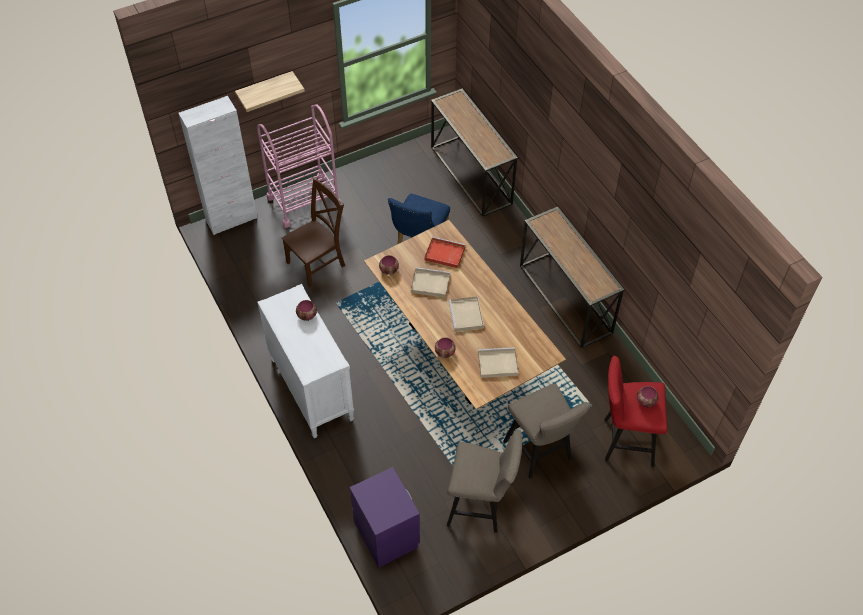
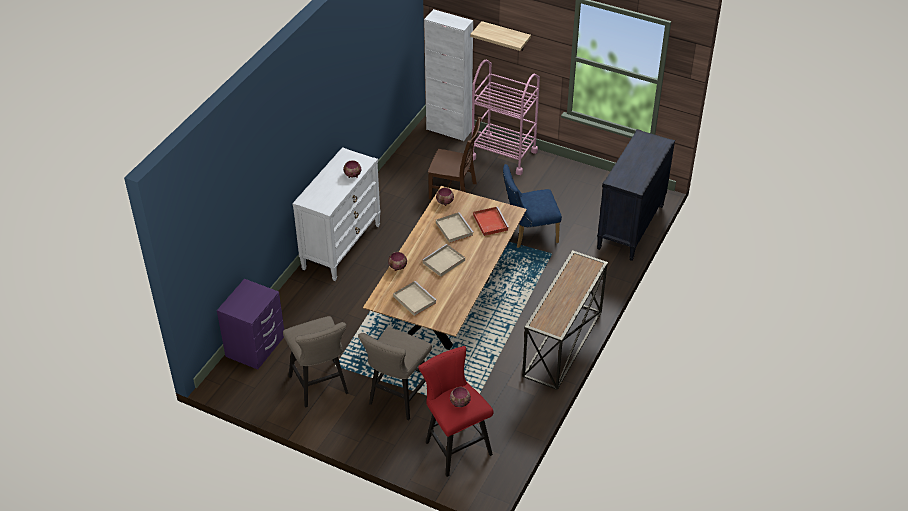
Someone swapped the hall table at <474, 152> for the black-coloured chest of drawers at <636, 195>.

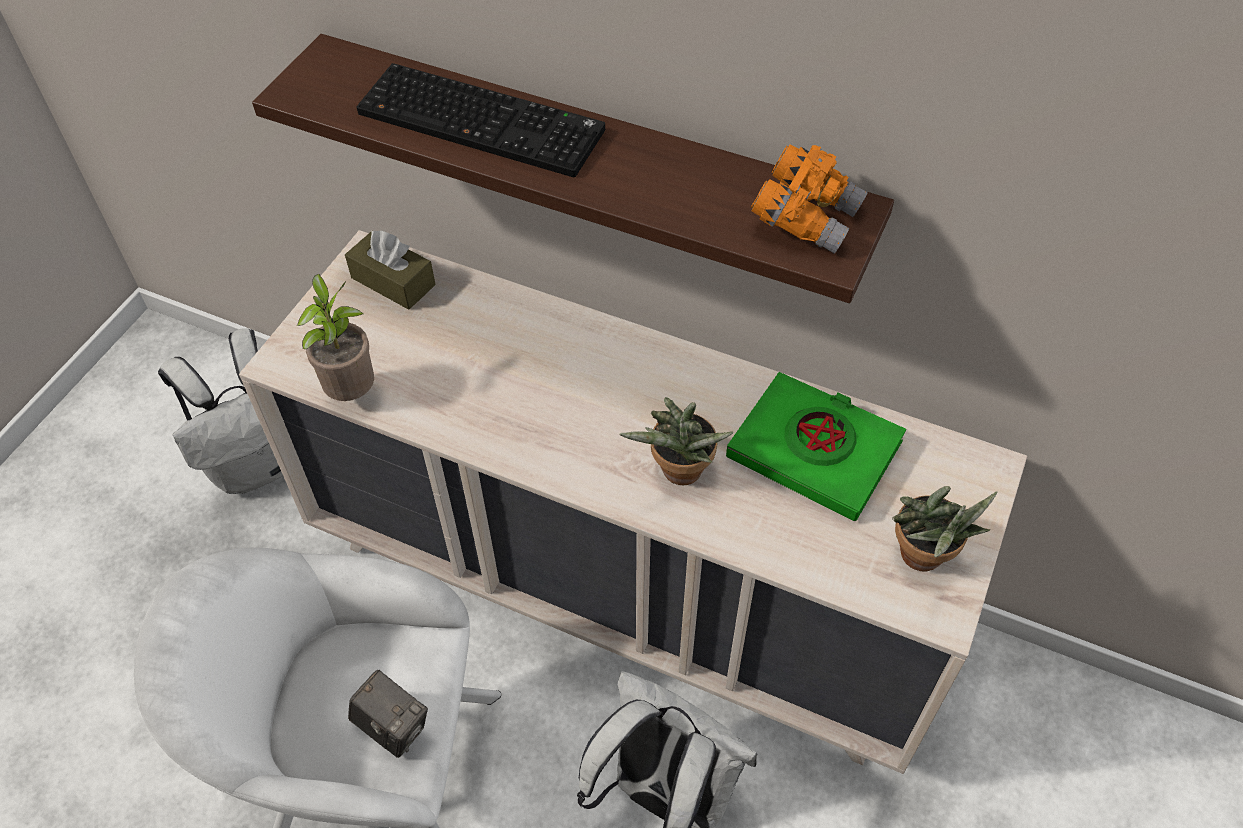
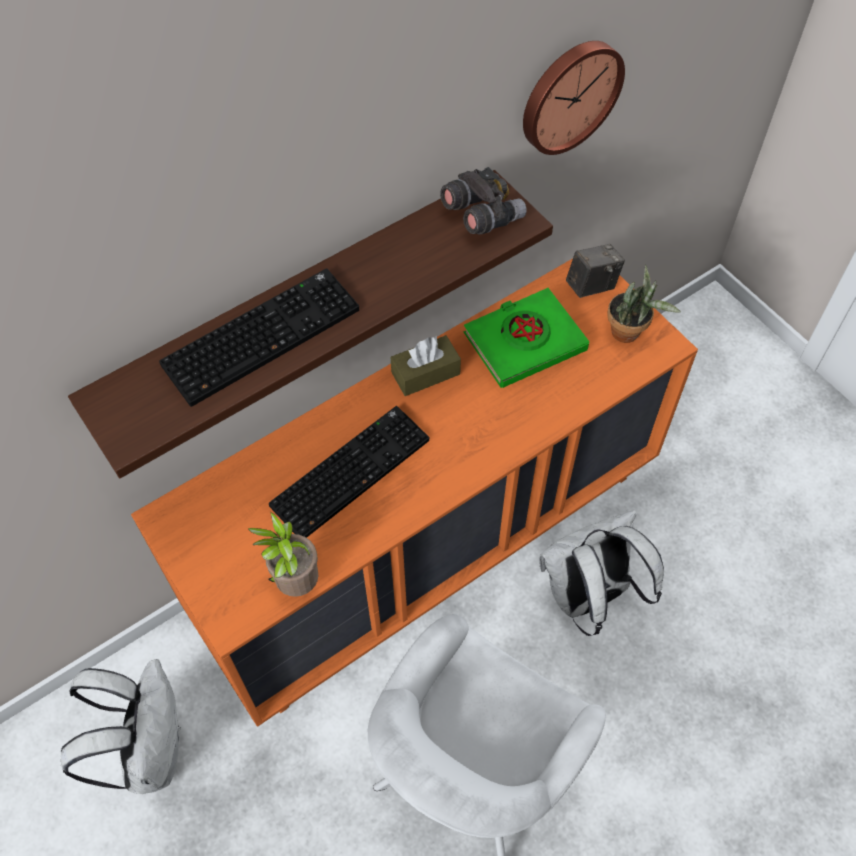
Someone repainted the beige chest of drawers at <633, 502>, which became the orange chest of drawers at <414, 492>. Someone put down the PC keyboard at <349, 472>. Someone carried the brownish tissue box from <390, 270> to <425, 365>. Someone repainted the orange pair of binoculars at <809, 199>, which became the greyish pair of binoculars at <483, 201>. Someone put up the hanging clock at <574, 98>. Someone carried the still camera from <388, 714> to <595, 271>. Someone took away the plant in a pot at <676, 441>.

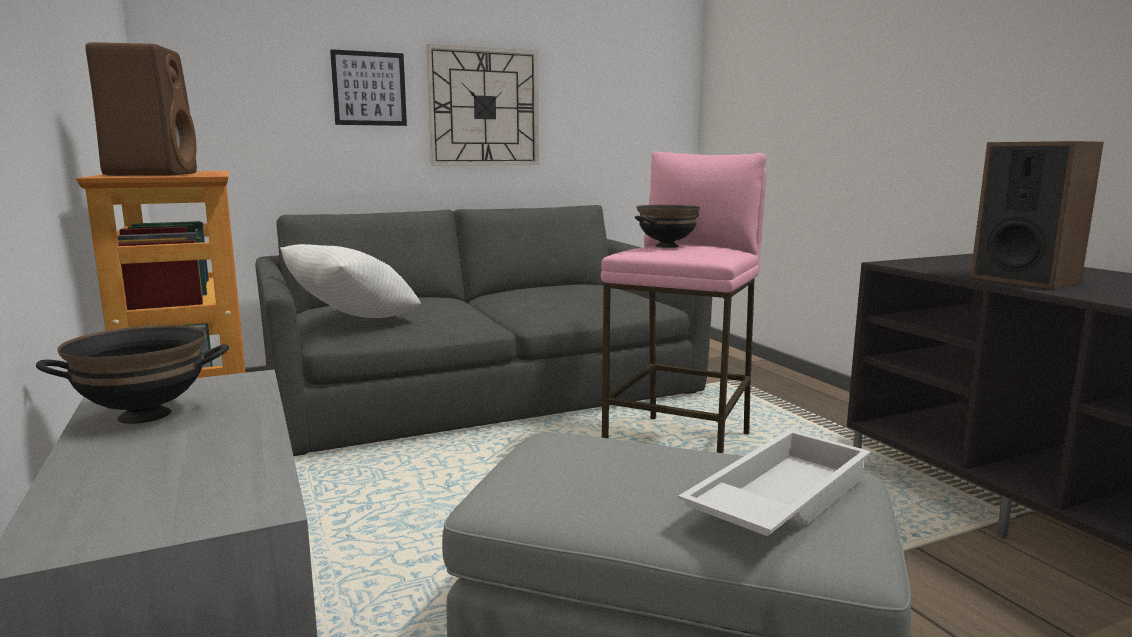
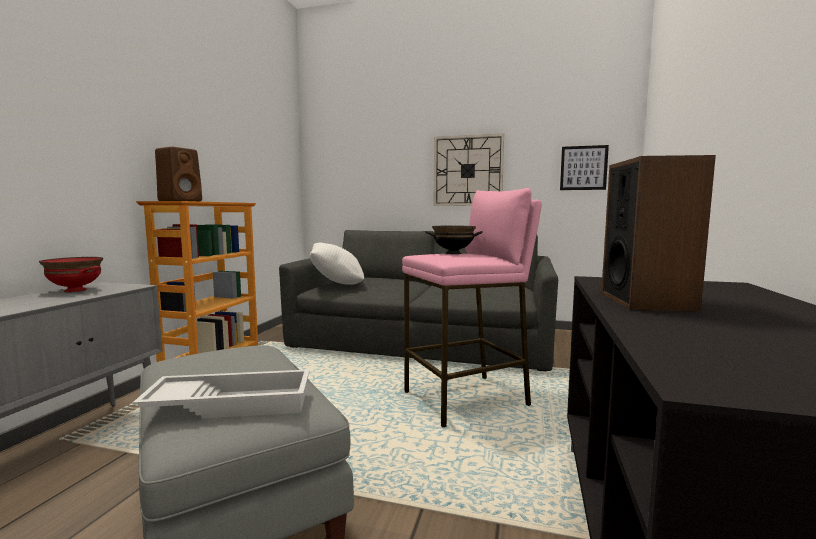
Someone repainted the black-coloured serving bowl at <132, 374>, which became the red-coloured serving bowl at <71, 274>. Someone carried the picture from <368, 87> to <584, 167>.

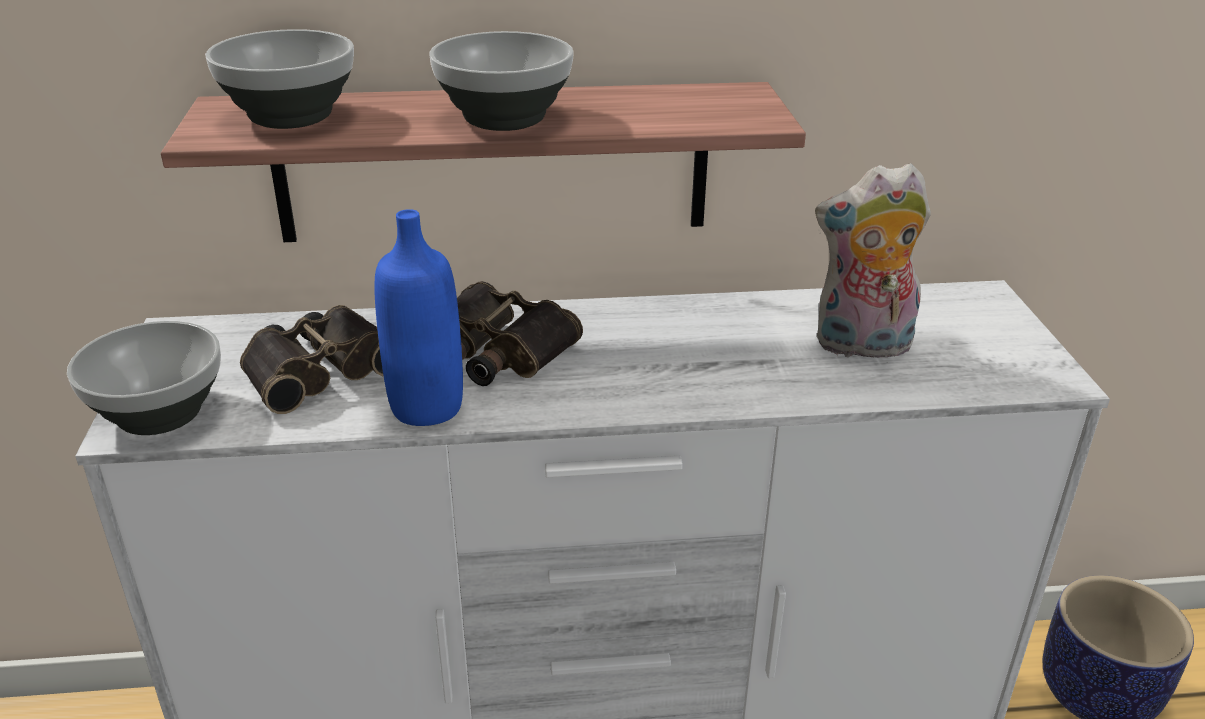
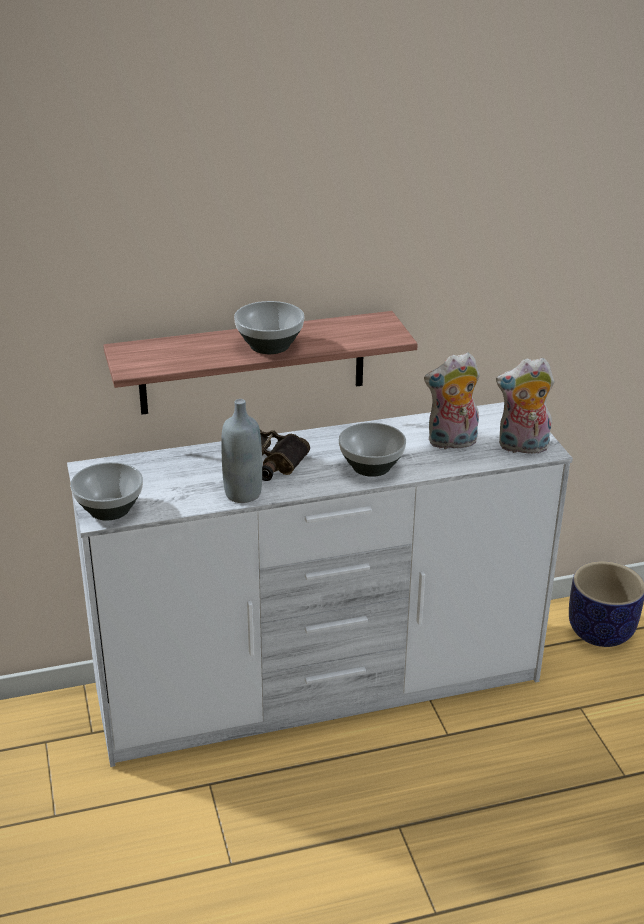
Someone repainted the bluish drink bottle at <418, 317>, which became the greyish drink bottle at <241, 451>. Someone carried the serving bowl from <279, 79> to <372, 449>. Someone put down the cuddly toy at <525, 406>. Someone took away the pair of binoculars at <311, 359>.

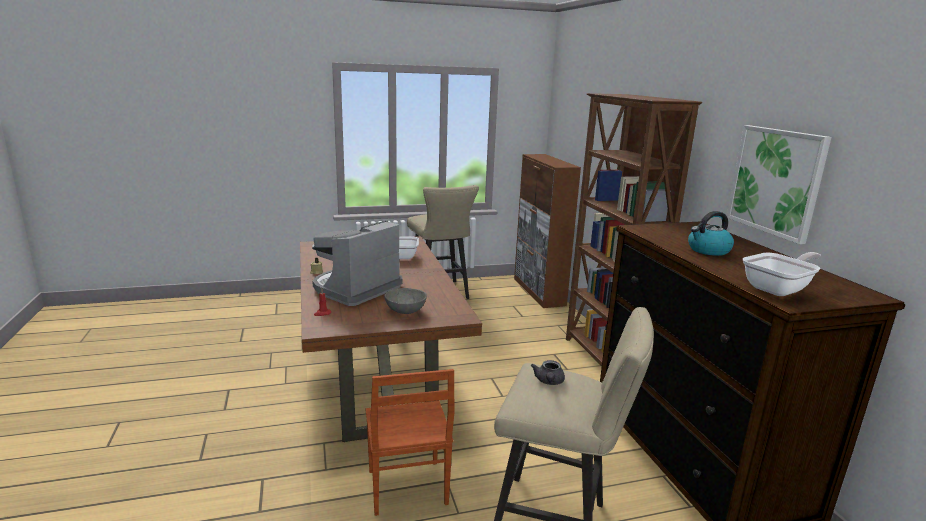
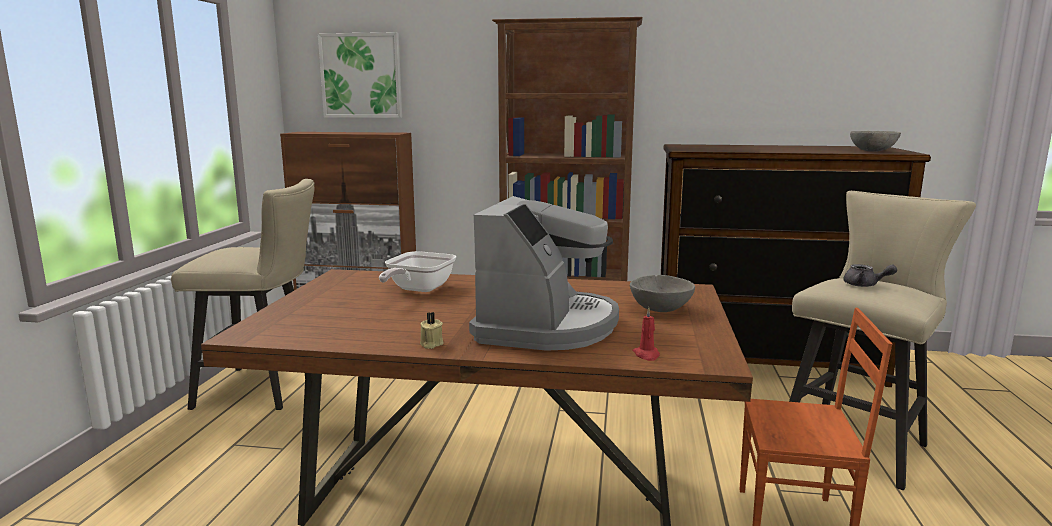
Someone carried the picture from <779, 184> to <360, 75>. Someone rotated the coffee maker at <357, 263> by 135 degrees counterclockwise. Someone swapped the frying pan at <782, 274> for the greyish serving bowl at <875, 141>. Someone took away the kettle at <711, 233>.

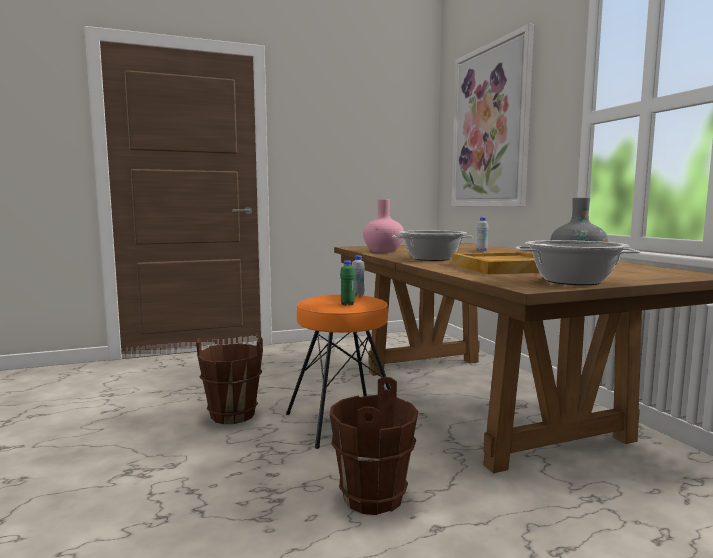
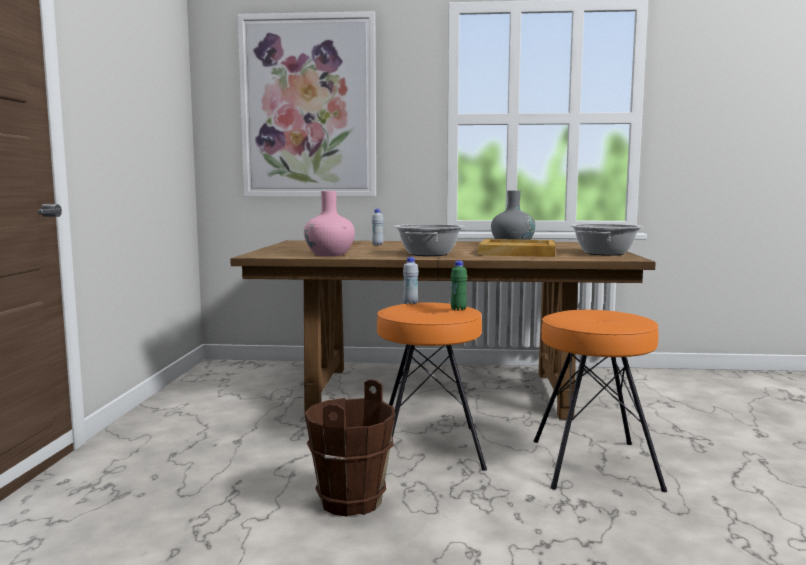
Someone swapped the brownish bucket at <374, 446> for the orange sitting stool at <600, 400>.

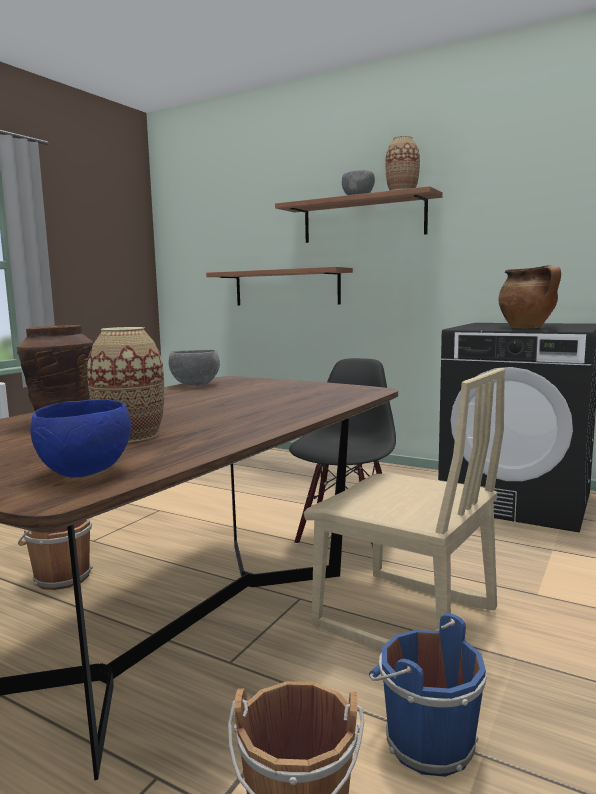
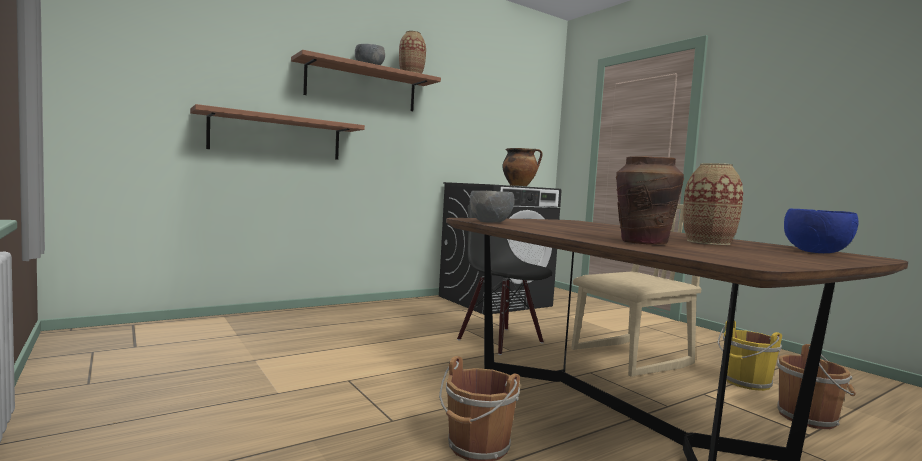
Someone repainted the bluish bucket at <428, 695>, which became the yellowish bucket at <750, 355>.

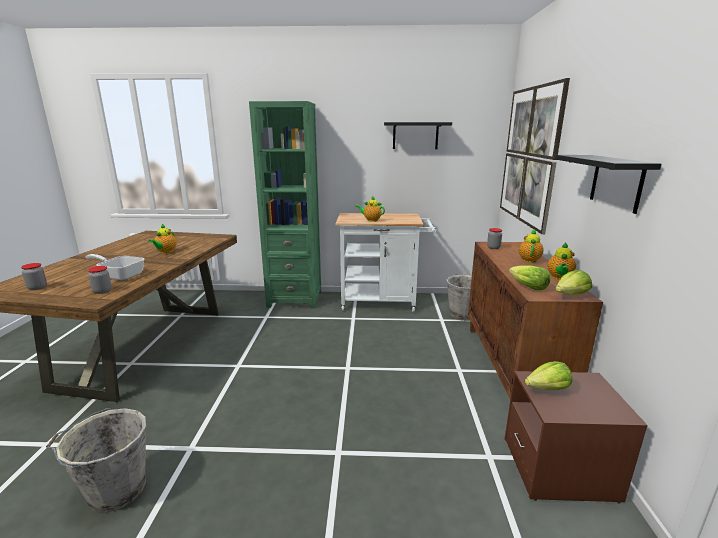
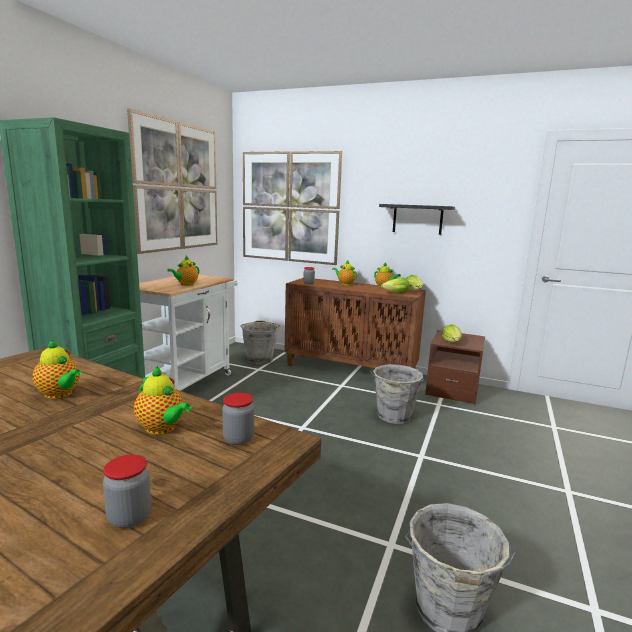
Someone swapped the black-coloured wall shelf at <418, 135> for the picture at <172, 181>. Someone swapped the frying pan at <114, 267> for the pot for tea at <162, 400>. Someone put down the greyish bucket at <397, 394>.

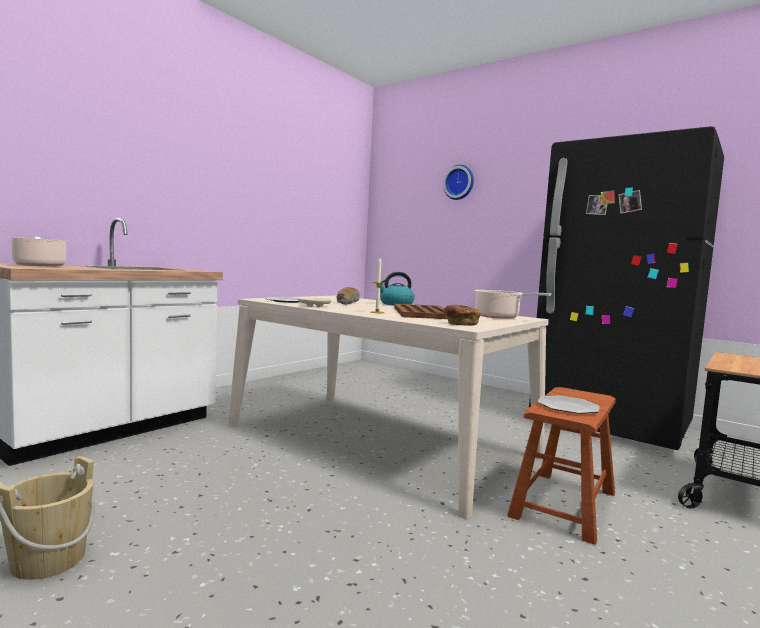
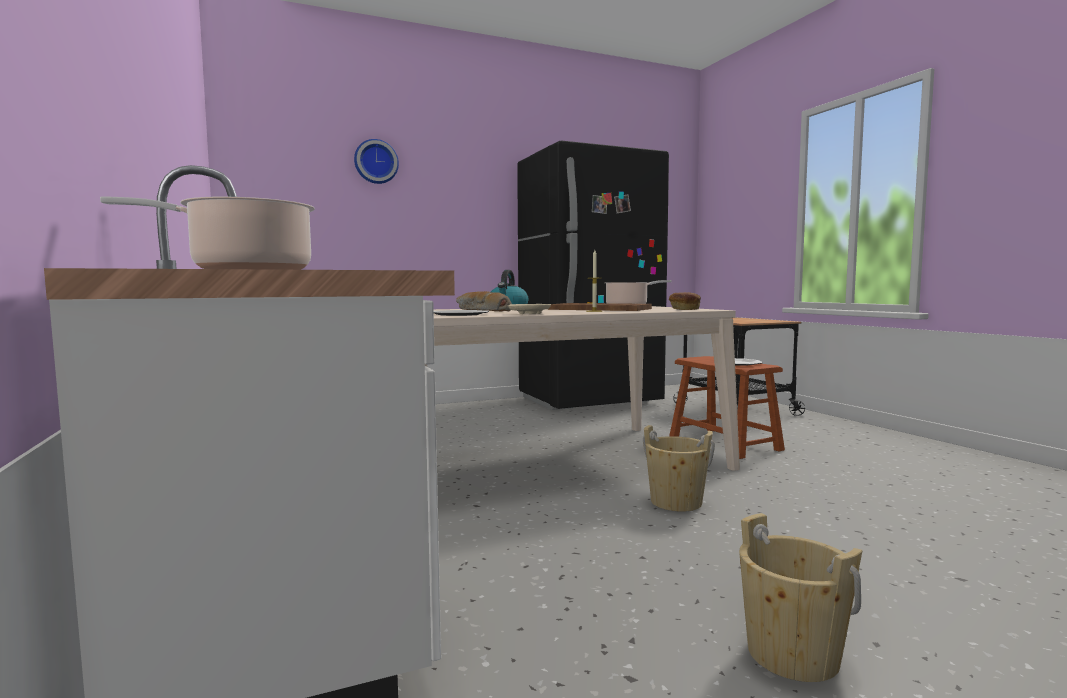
Someone put down the beige bucket at <679, 468>.

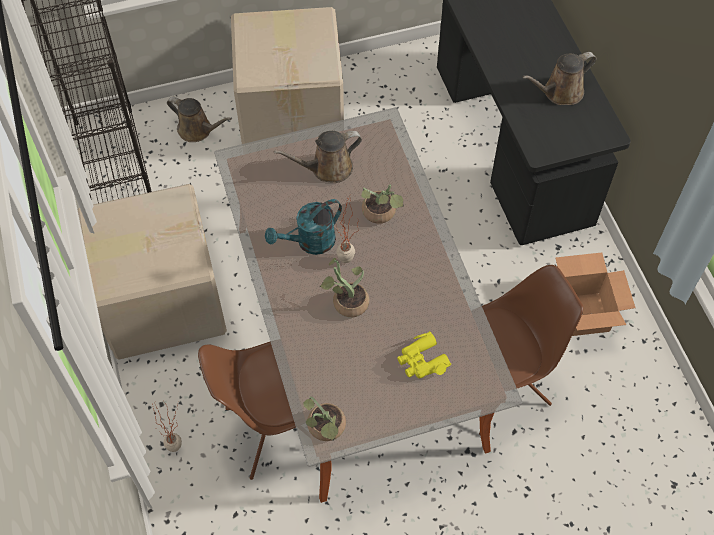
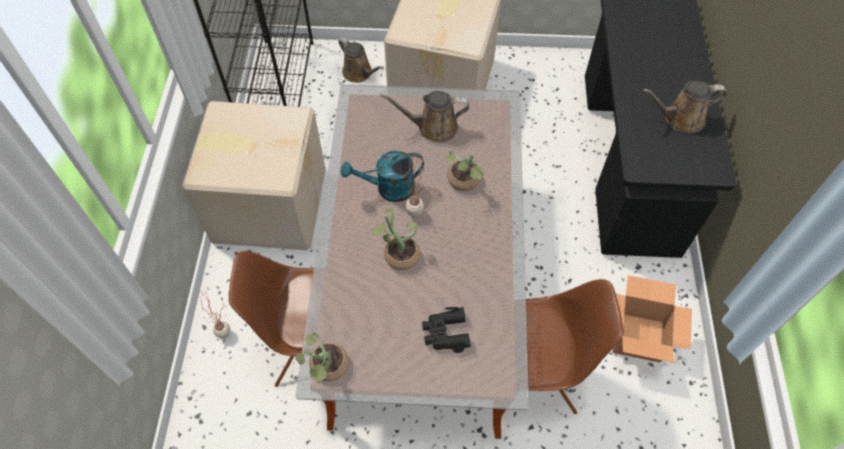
Someone repainted the yellowish pair of binoculars at <424, 354>, which became the black-coloured pair of binoculars at <446, 330>.

